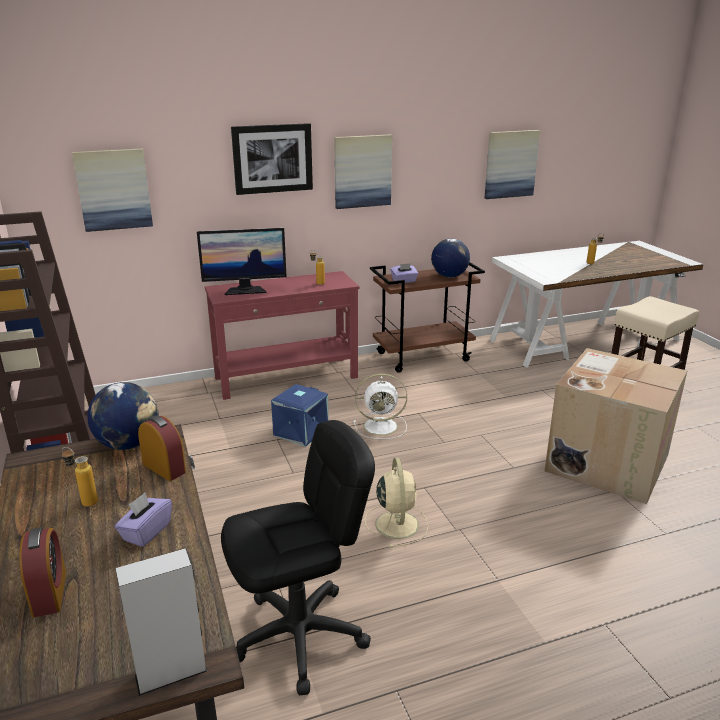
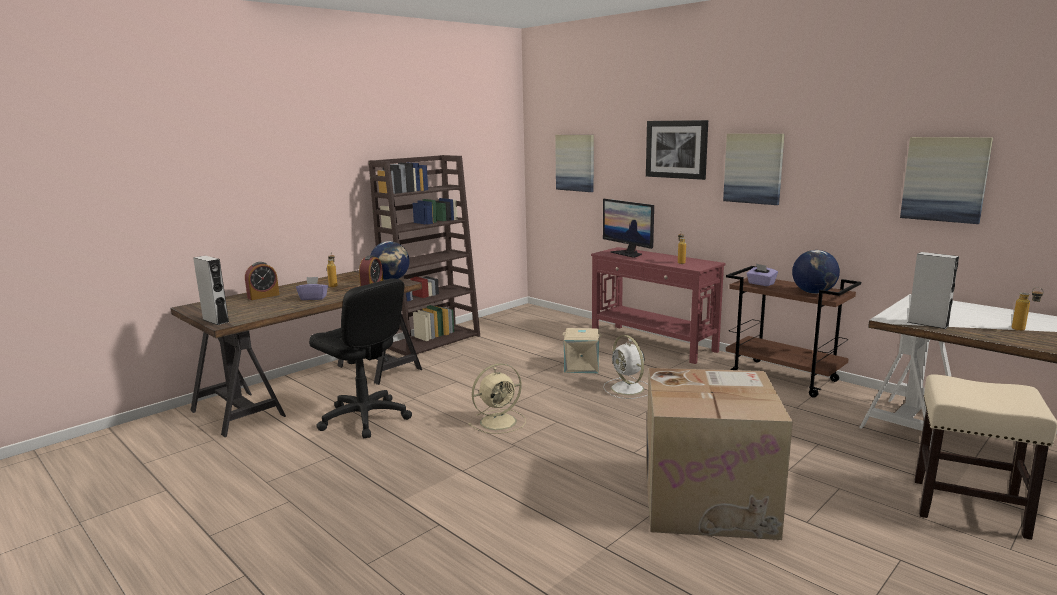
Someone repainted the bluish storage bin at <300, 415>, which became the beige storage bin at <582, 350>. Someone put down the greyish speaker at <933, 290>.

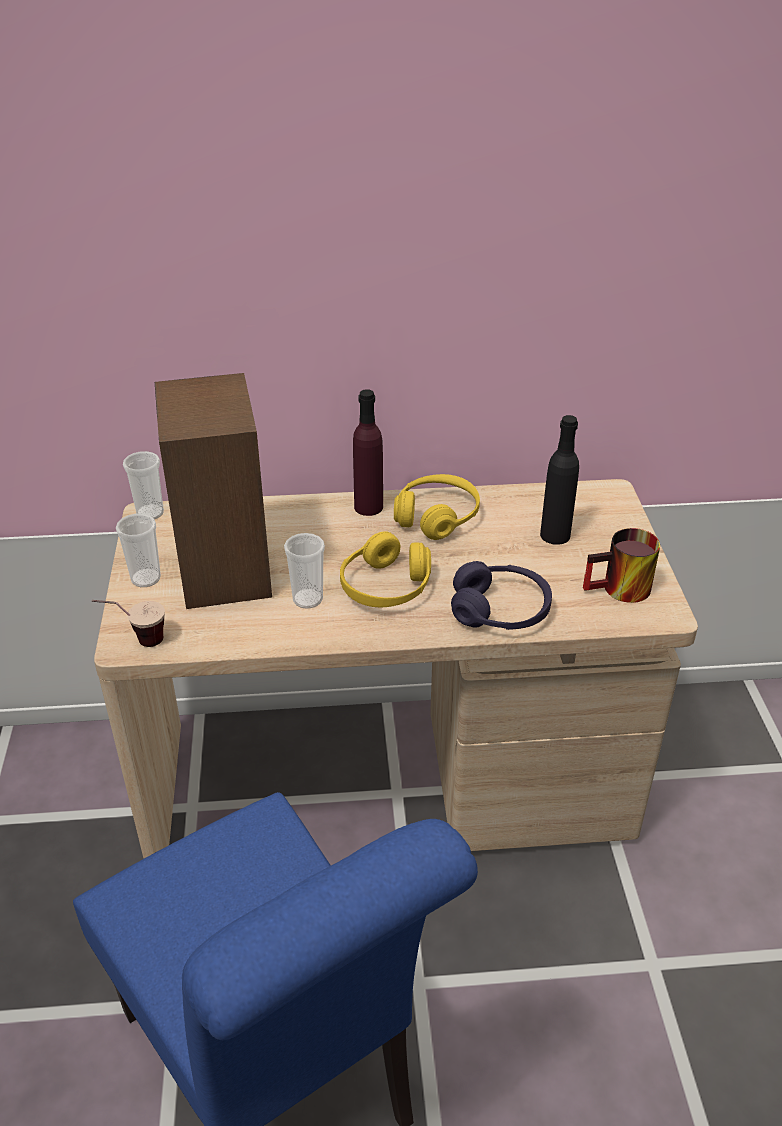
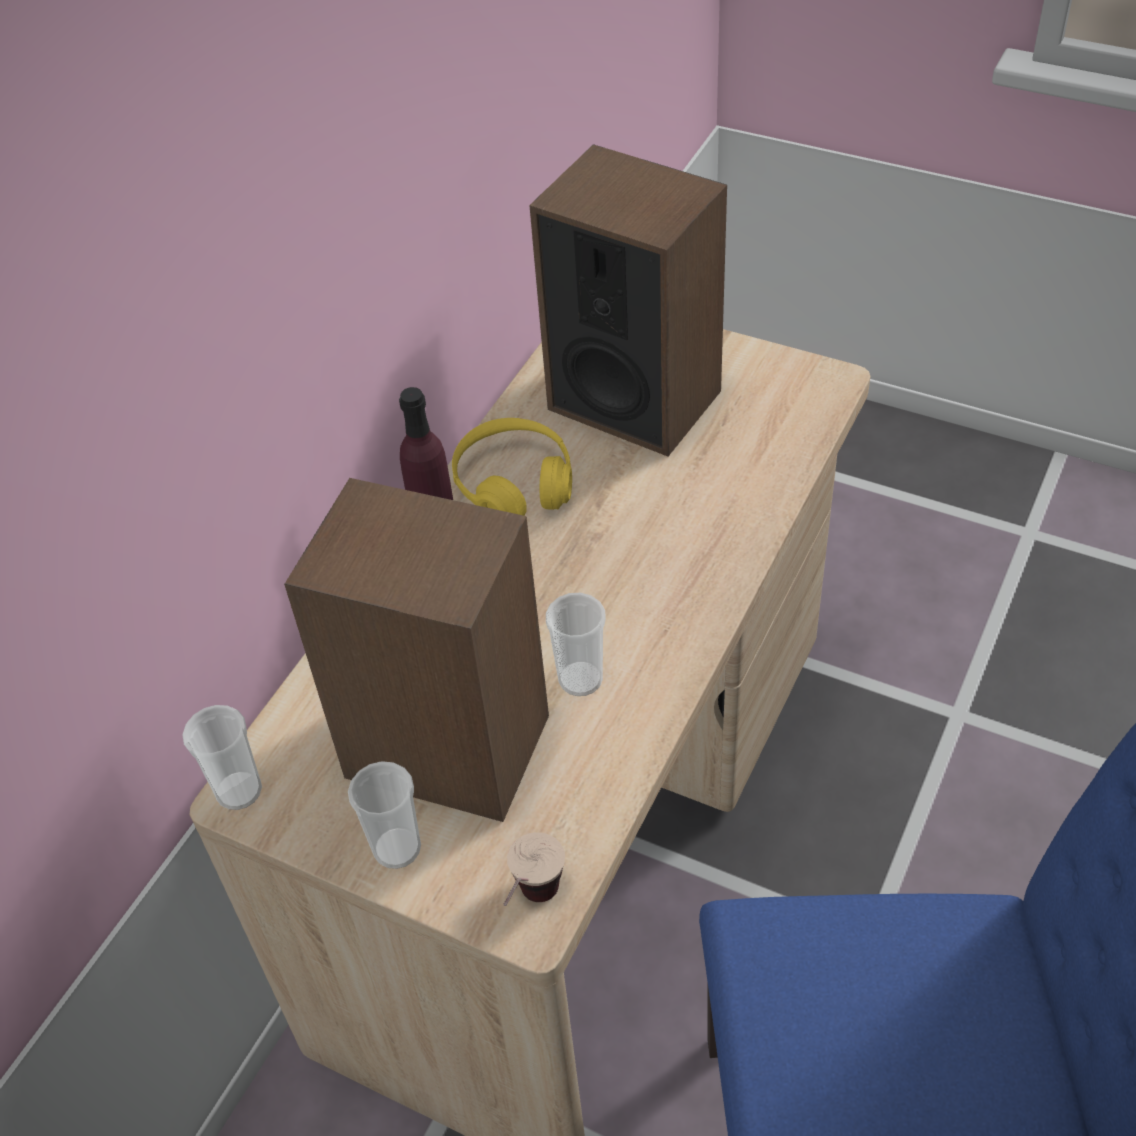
Someone swapped the black-coloured drink bottle at <559, 480> for the speaker at <628, 300>. Someone took away the yellowish pair of headphones at <385, 569>. Someone took away the purplish pair of headphones at <501, 595>. Someone took away the tea mug at <621, 565>.

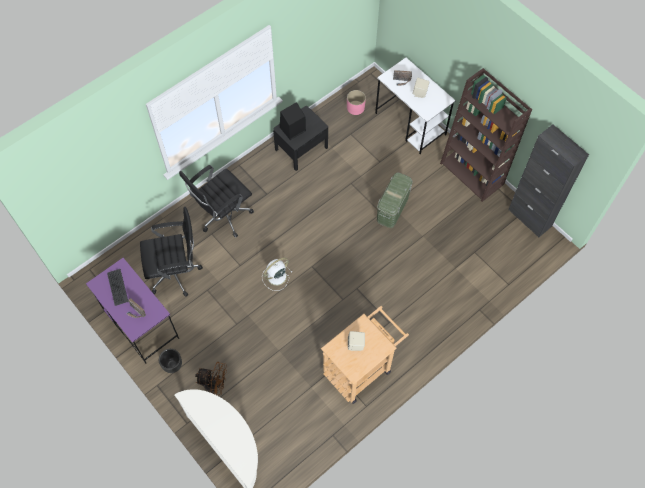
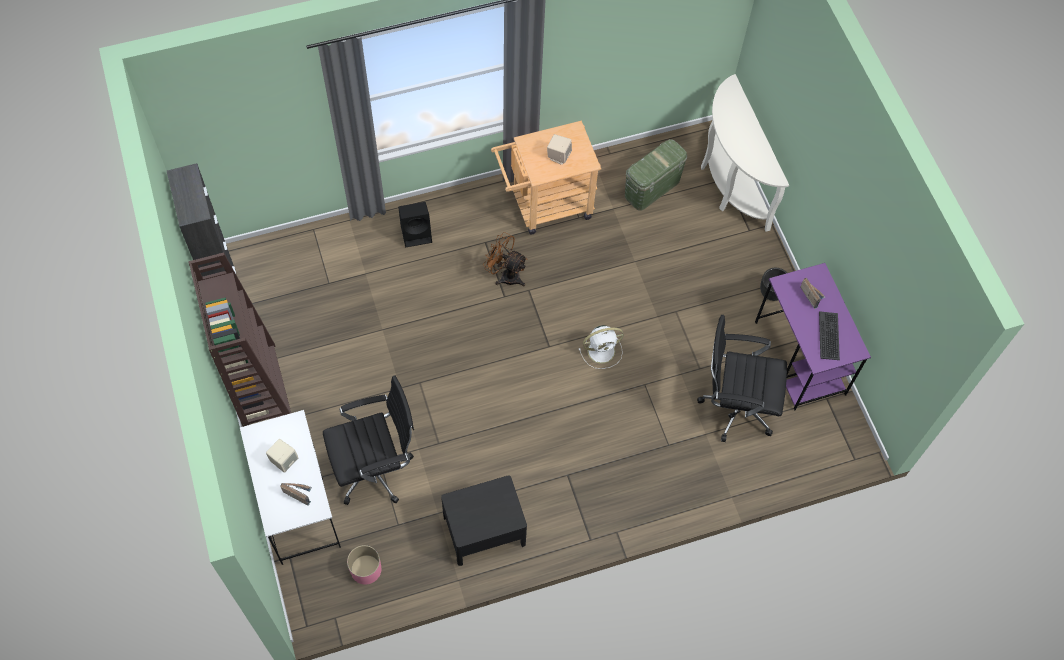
Someone carried the black-coloured desk chair from <216, 201> to <368, 440>. Someone carried the black-coloured speaker from <293, 121> to <415, 225>. Someone carried the brownish fan from <211, 379> to <505, 259>. Someone carried the greenish storage bin from <395, 200> to <656, 175>.

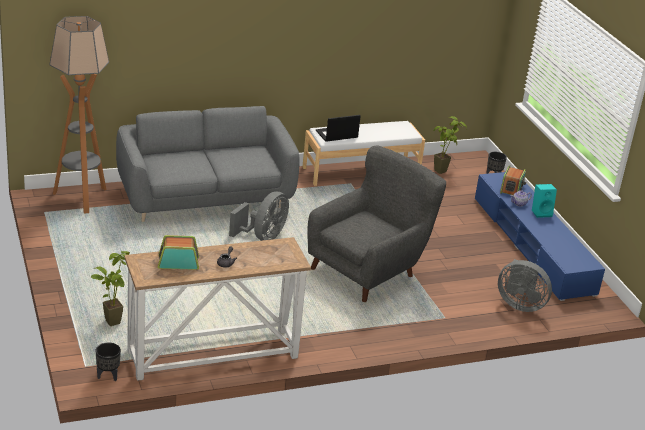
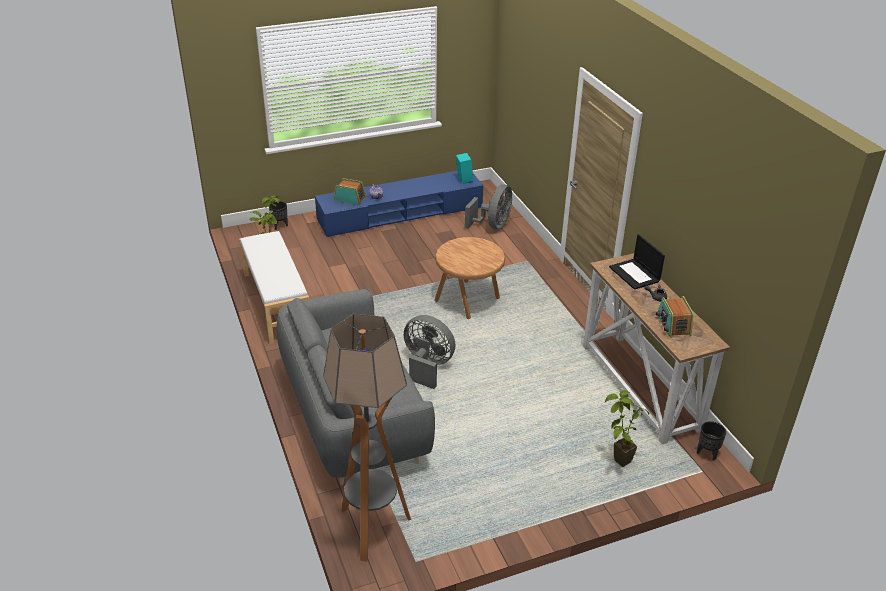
Someone swapped the greyish easy chair at <376, 223> for the brownish end table at <469, 278>. Someone carried the turquoise speaker from <544, 201> to <464, 168>. Someone carried the laptop from <338, 128> to <637, 262>.

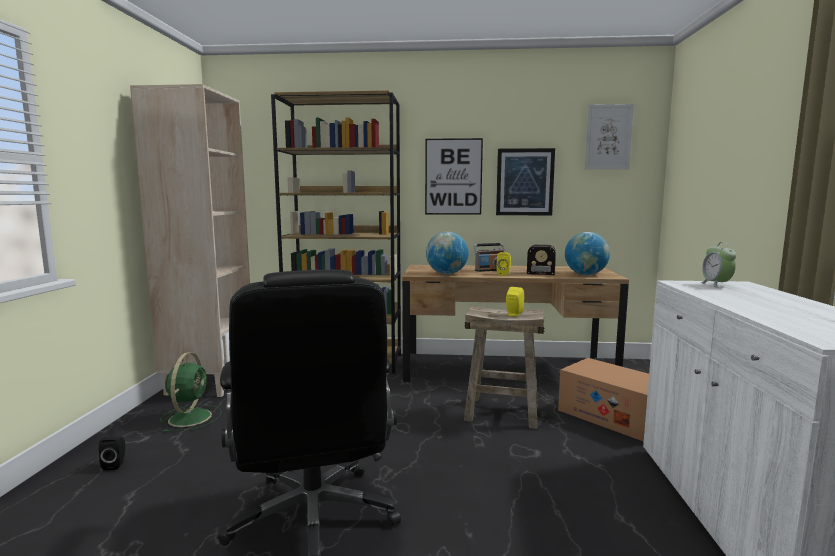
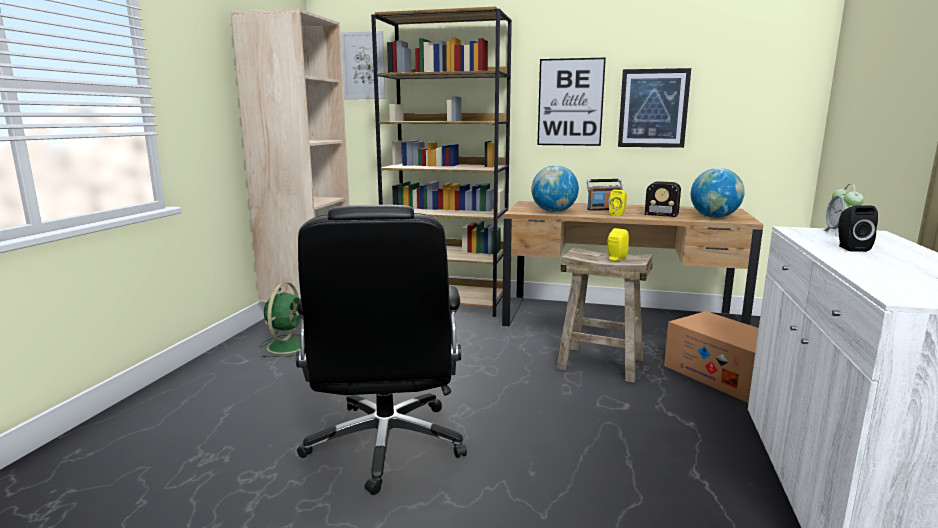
Someone carried the picture from <609, 137> to <363, 65>. Someone carried the black-coloured speaker from <112, 453> to <858, 228>.

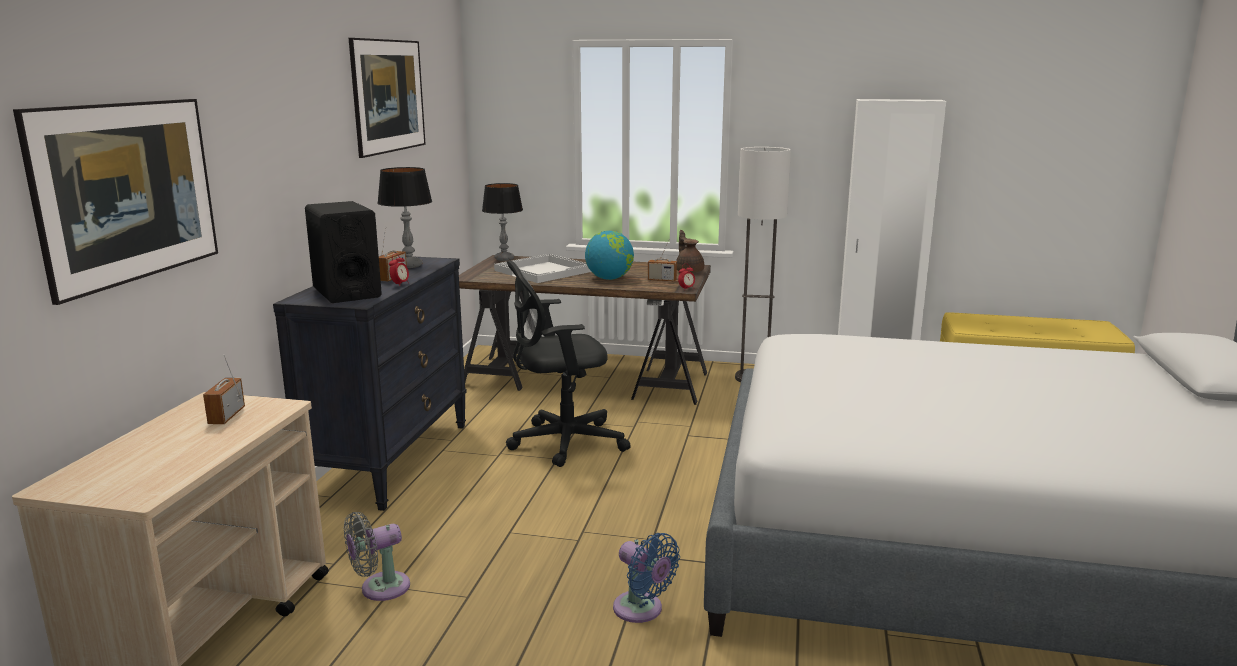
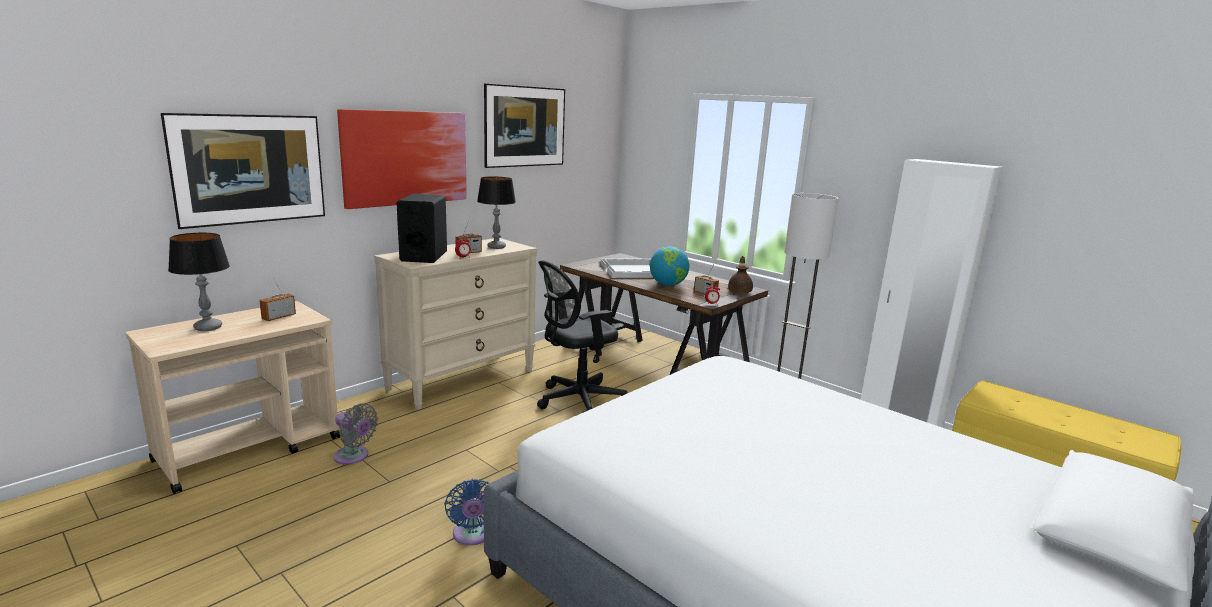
Someone carried the table lamp from <502, 222> to <199, 282>. Someone rotated the greyish fan at <377, 556> by 150 degrees counterclockwise. Someone put up the picture at <402, 159>. Someone repainted the black-coloured chest of drawers at <370, 384>, which became the beige chest of drawers at <455, 324>. Someone rotated the black-coloured desk chair at <568, 363> by 45 degrees counterclockwise.

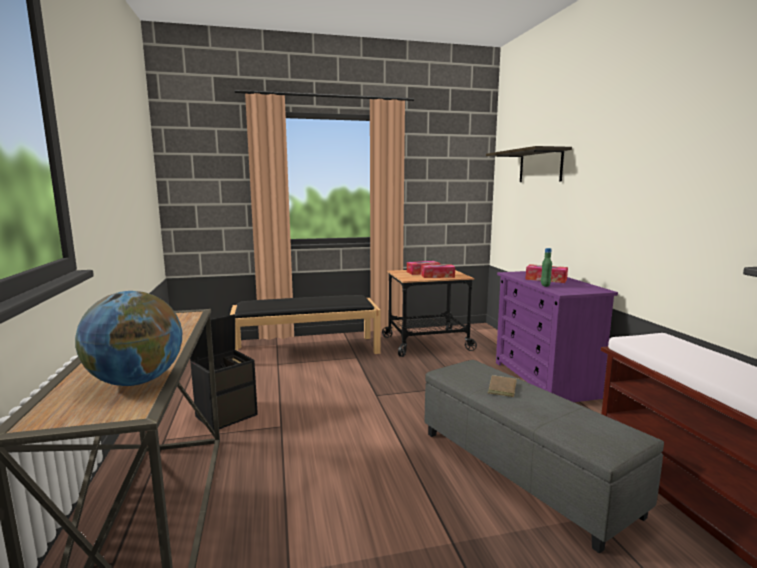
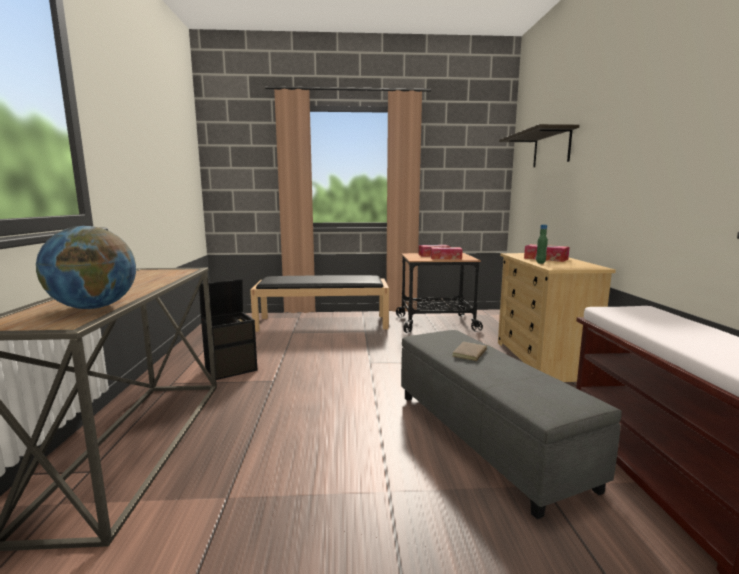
Someone repainted the purplish chest of drawers at <557, 336>, which became the beige chest of drawers at <557, 317>.

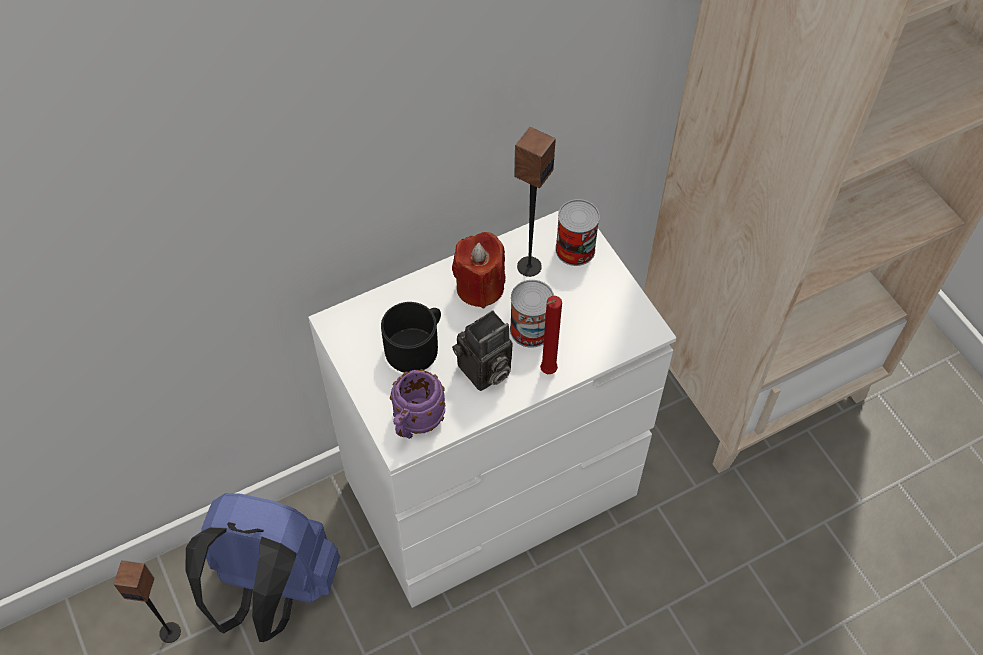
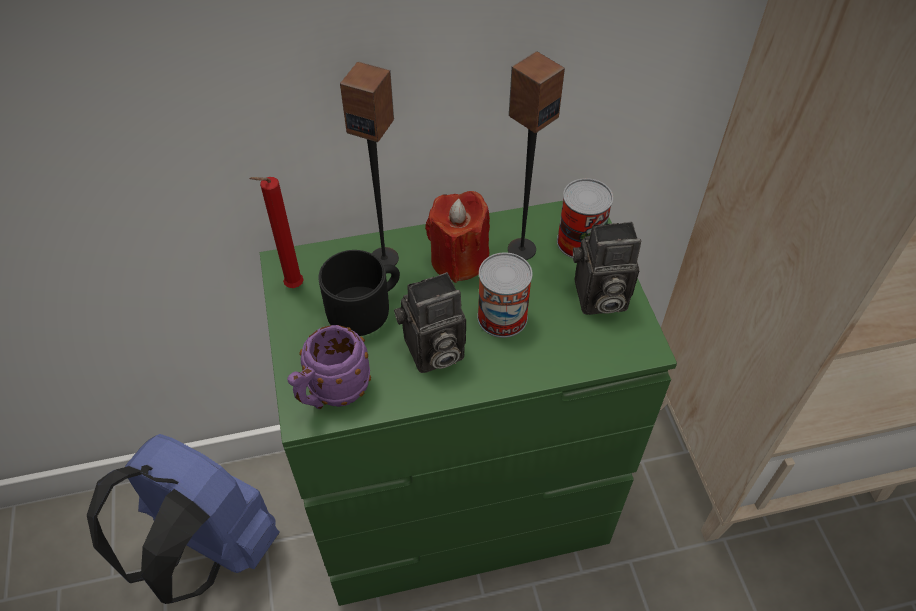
Someone carried the red-coloured wax light from <551, 335> to <276, 232>. Someone repainted the white-coloured chest of drawers at <492, 409>, which became the greenish chest of drawers at <468, 403>. Someone carried the speaker from <147, 601> to <369, 163>. Someone put down the still camera at <607, 268>.

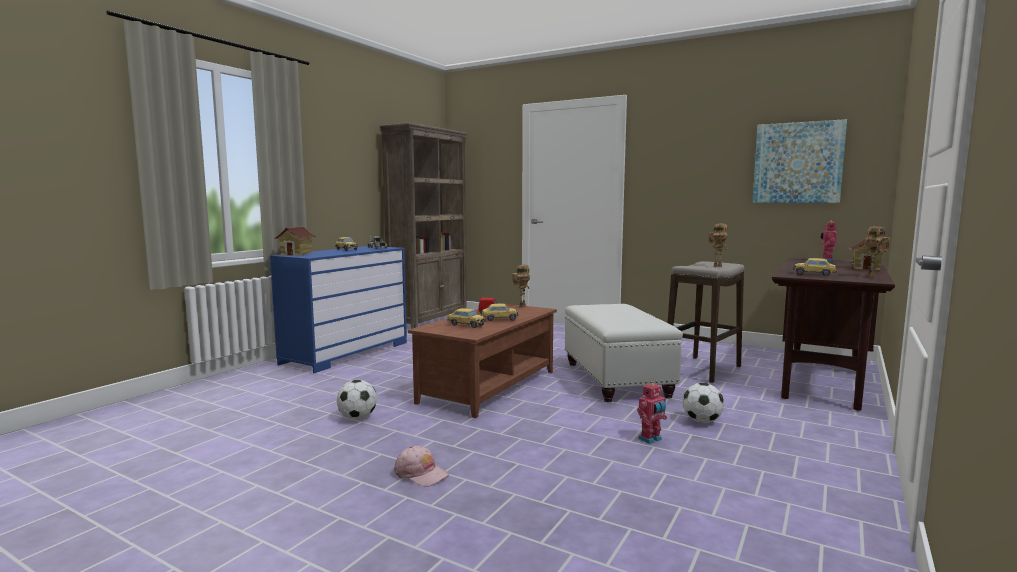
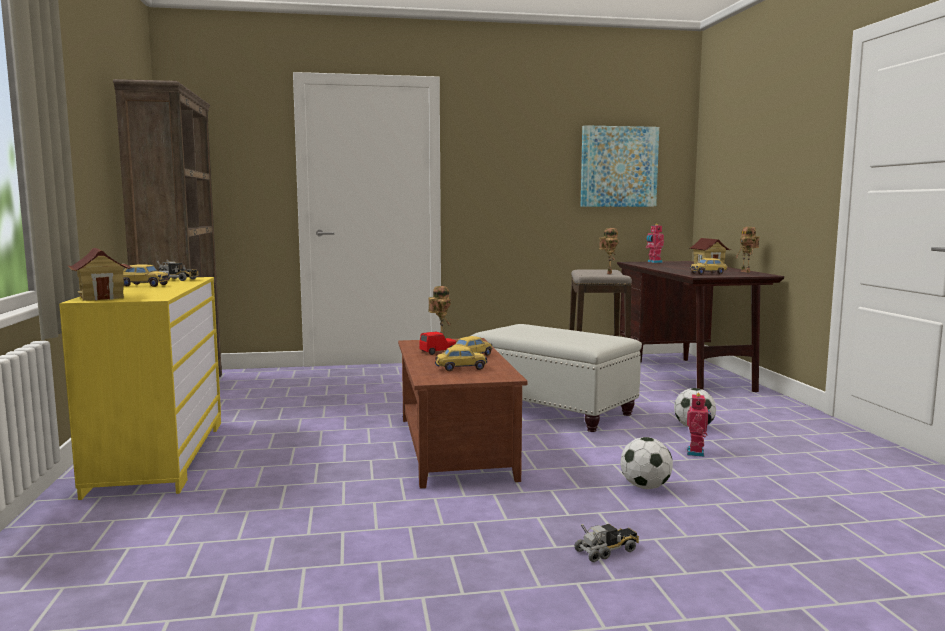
Someone repainted the bluish chest of drawers at <338, 309>, which became the yellowish chest of drawers at <140, 388>. Someone swapped the pinkish peaked cap at <421, 466> for the model truck at <607, 543>. Someone carried the football ball from <357, 399> to <646, 463>.

